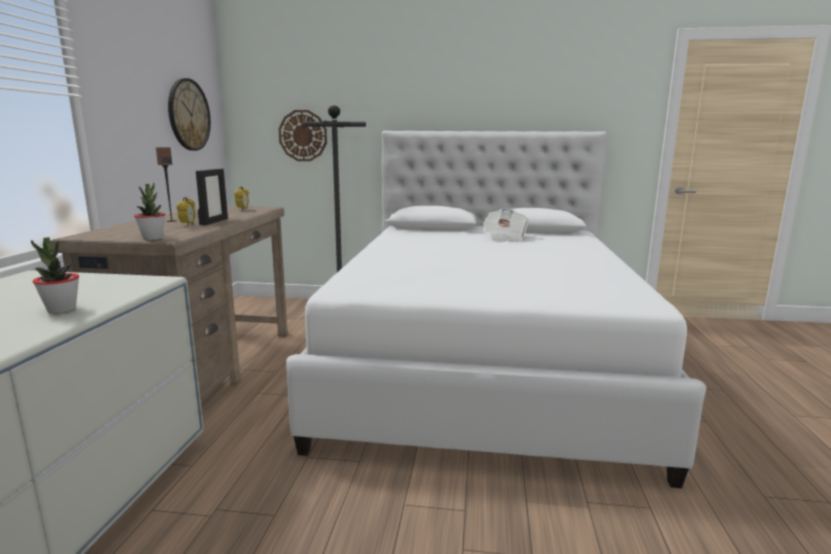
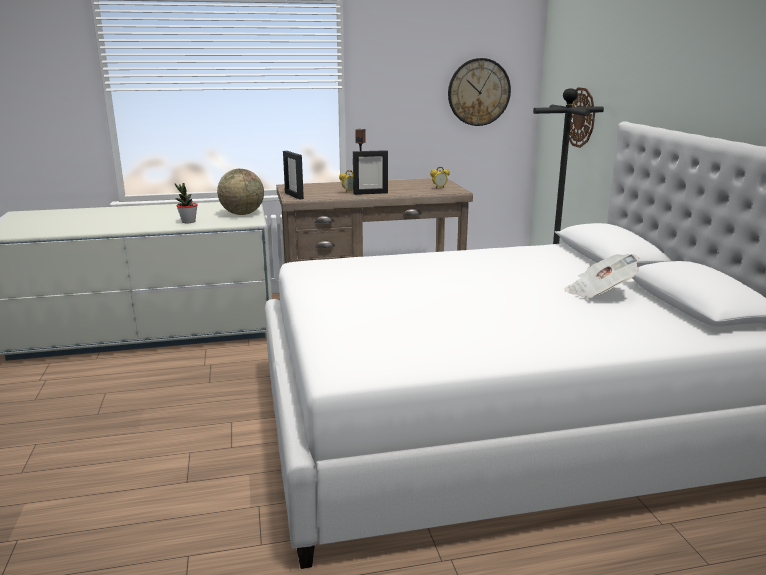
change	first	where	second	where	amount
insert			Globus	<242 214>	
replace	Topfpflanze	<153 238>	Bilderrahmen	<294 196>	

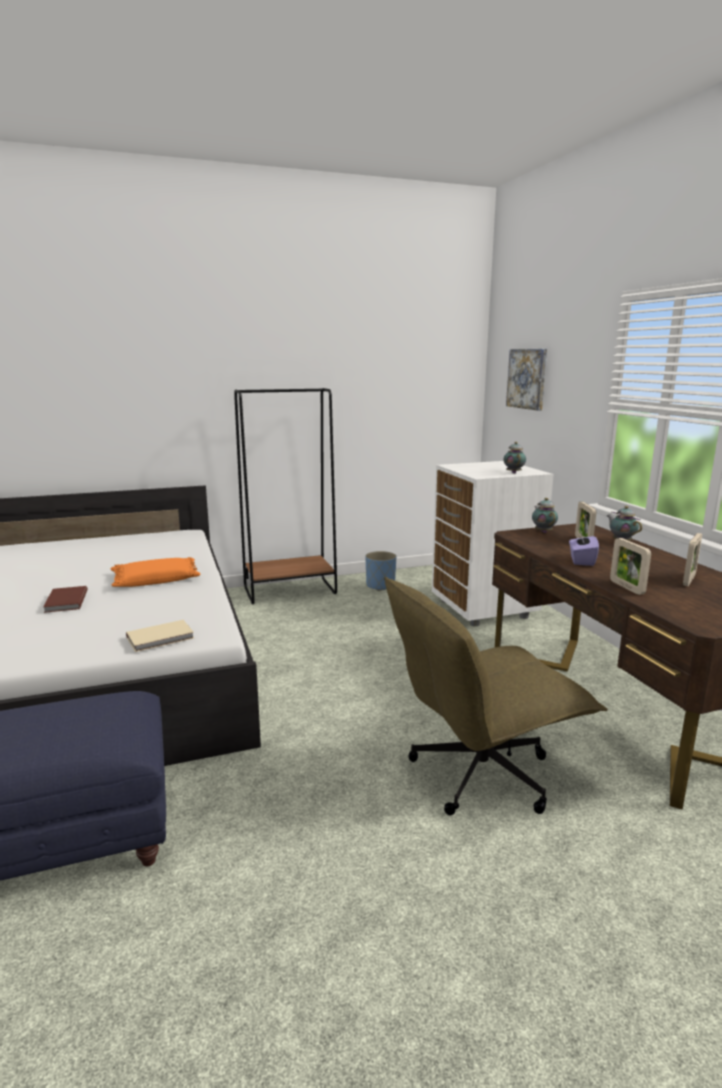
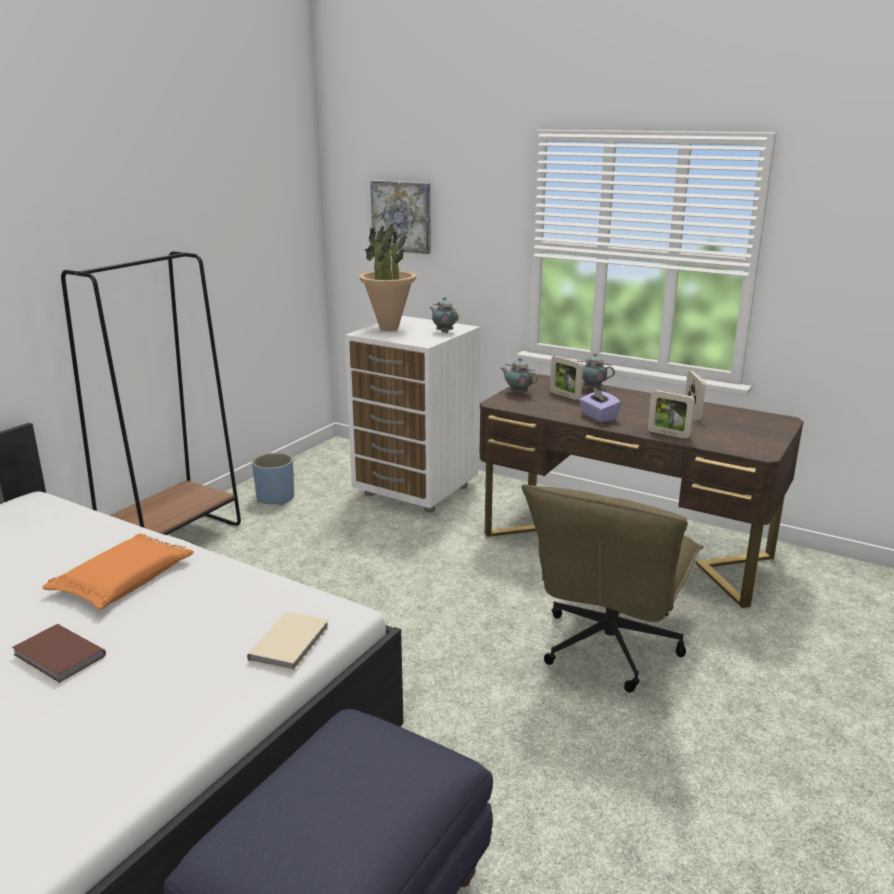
change	first	where	second	where	amount
insert			Topfpflanze	<388 328>	

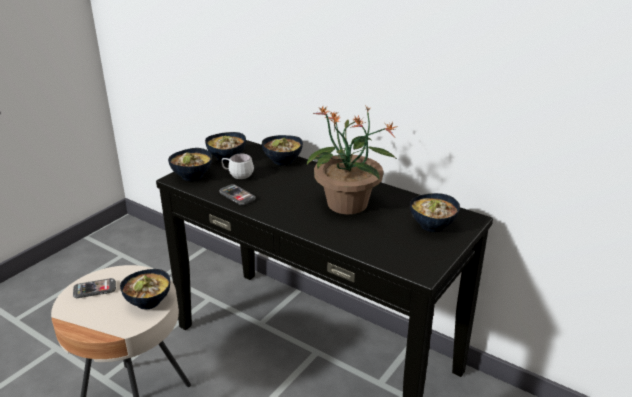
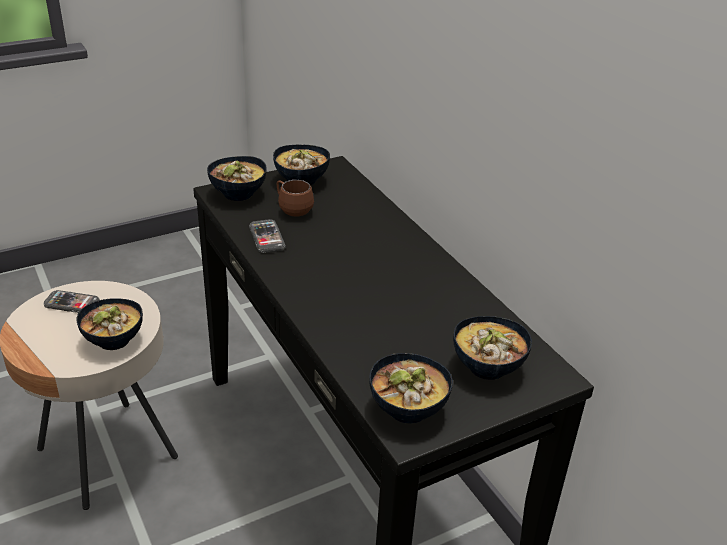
change	first	where	second	where	amount
recolor	Henkelbecher (weiß)	<237 176>	Henkelbecher (braun)	<292 209>	
move	Schüssel	<282 160>		<407 408>	
delete	Topfpflanze	<348 204>			

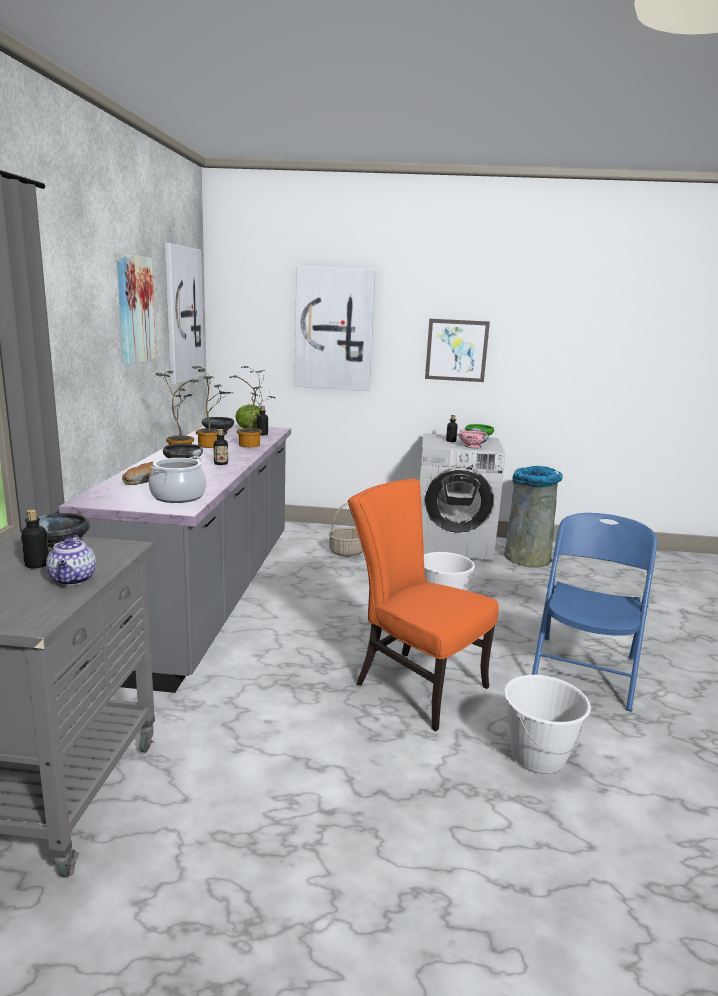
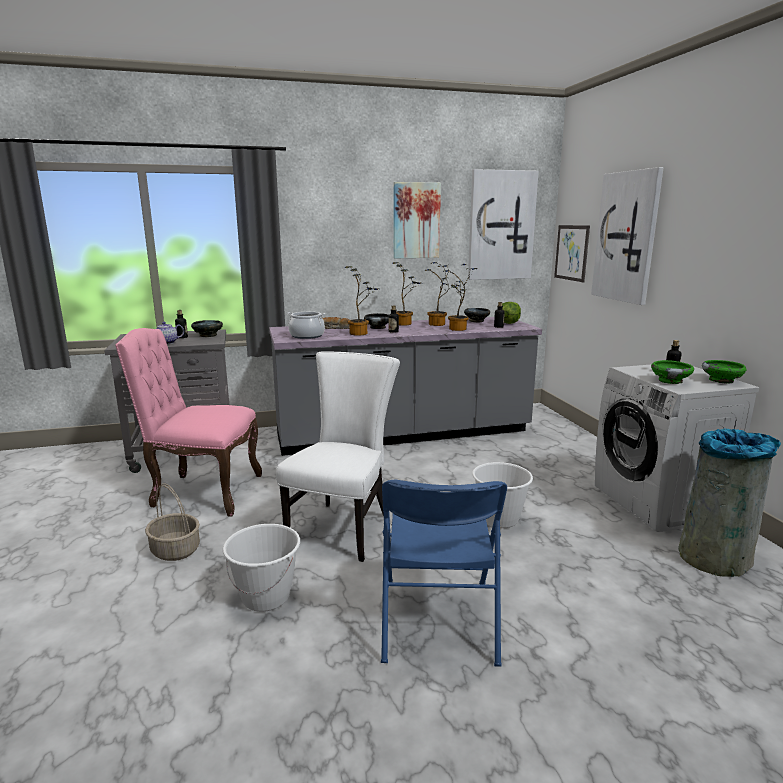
change	first	where	second	where	amount
insert			Stuhl (rosa)	<204 492>	
move	Korb	<347 551>		<176 550>	
recolor	Stuhl (orange)	<413 683>	Stuhl (weiß)	<343 526>	
insert			Topfpflanze	<361 333>	
rotate	Stuhl (blau)	<584 672>		<437 619>	90 degrees clockwise
move	Bild	<456 350>		<571 252>	
recolor	Schüssel (rosa)	<472 446>	Schüssel (grün)	<670 381>	

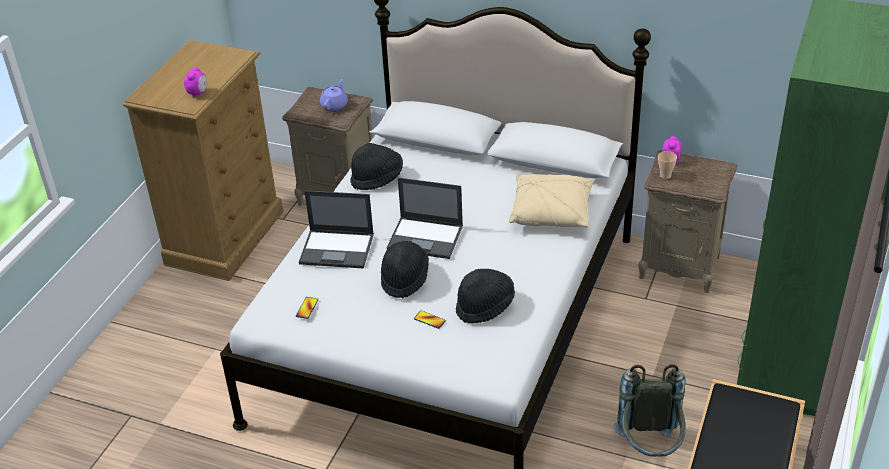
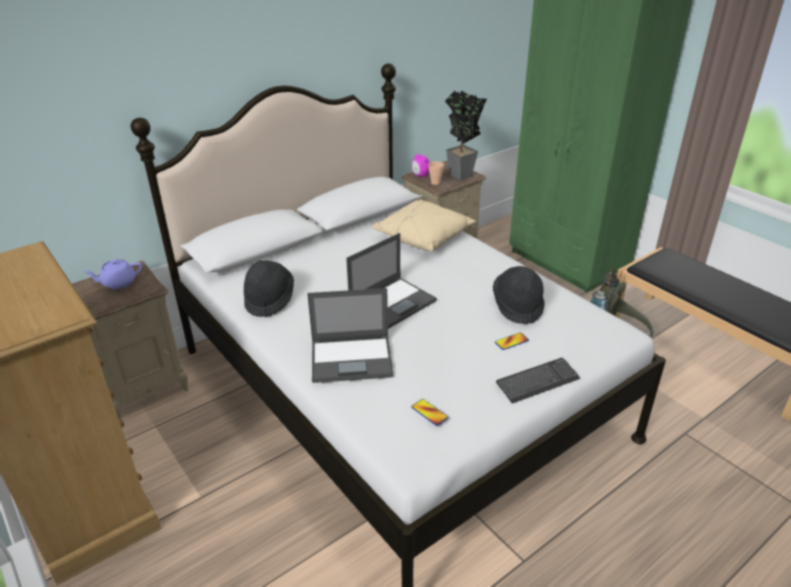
change	first	where	second	where	amount
rotate	Teekanne (lila)	<334 105>		<118 283>	75 degrees counterclockwise
rotate	Laptop	<338 249>		<352 359>	45 degrees clockwise
insert			Topfpflanze	<461 177>	
insert			Tastatur	<537 381>	
delete	Wecker	<198 93>			
delete	Hut (schwarz)	<404 278>			

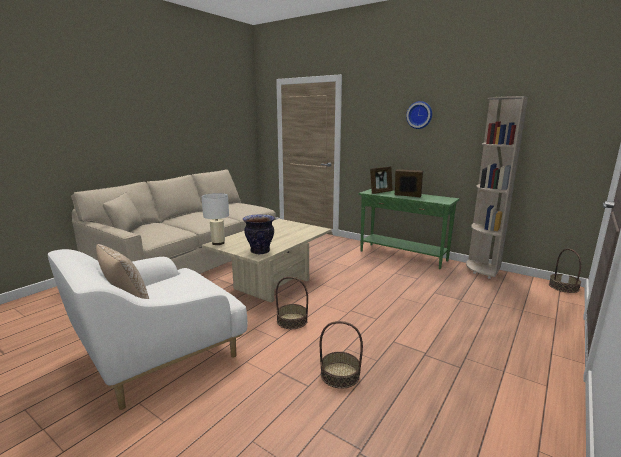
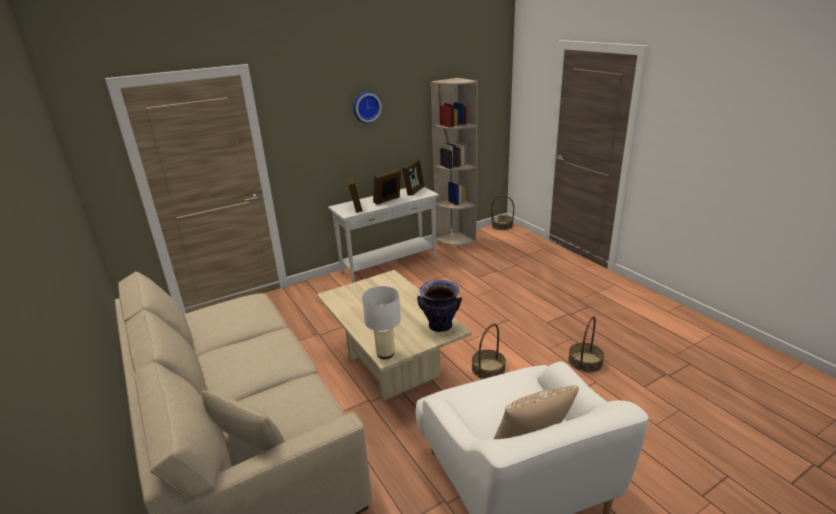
change	first	where	second	where	amount
recolor	Konsolentisch (grün)	<403 256>	Konsolentisch (weiß)	<389 265>	
insert			Bilderrahmen	<414 191>	

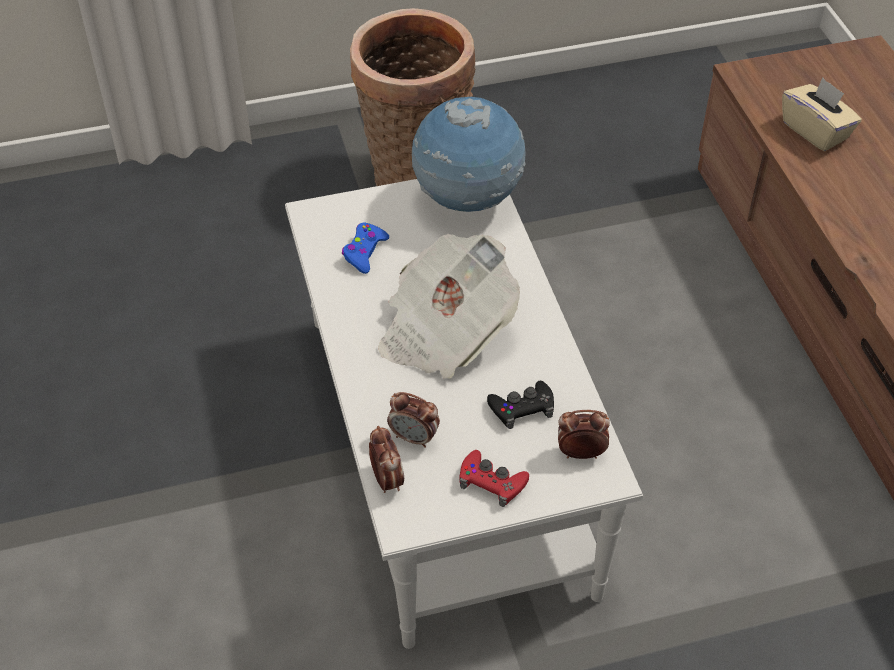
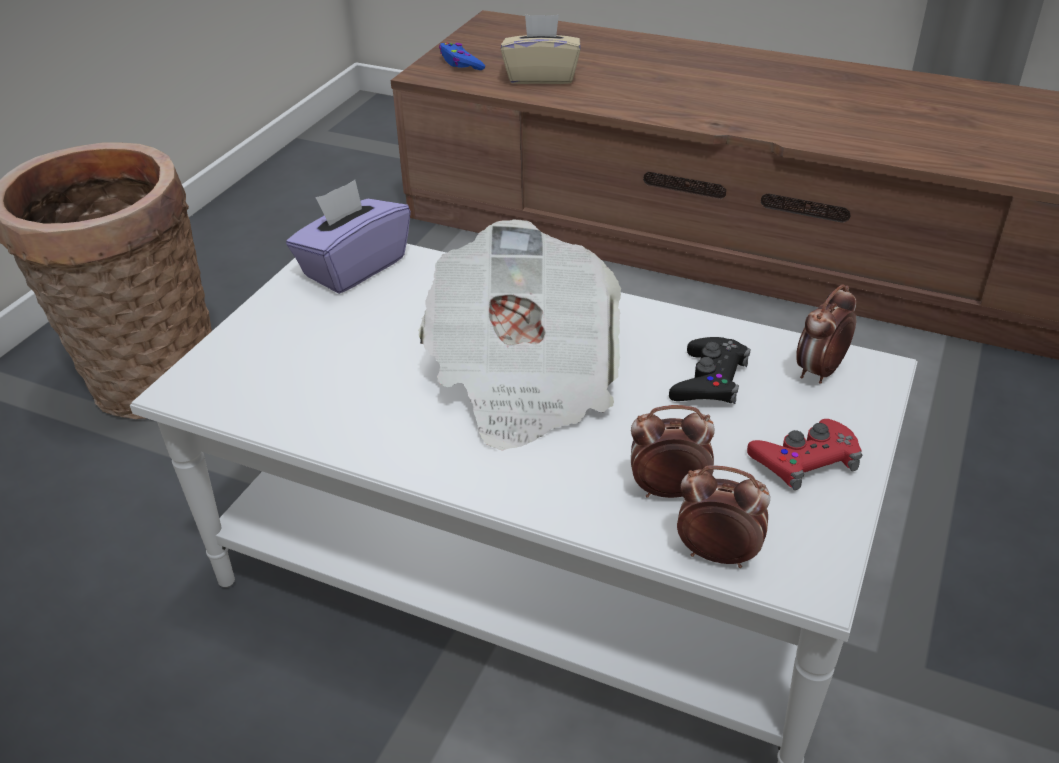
change	first	where	second	where	amount
replace	Globus	<467 201>	Taschentuchbox (lila)	<354 267>	
move	Gamepad (blau)	<364 252>		<461 63>	
rotate	Wecker	<414 437>		<668 491>	150 degrees counterclockwise

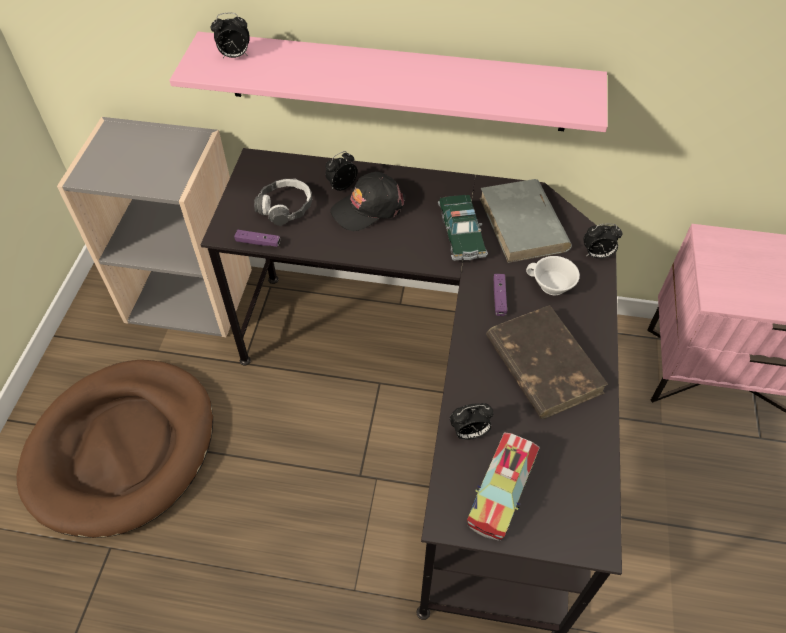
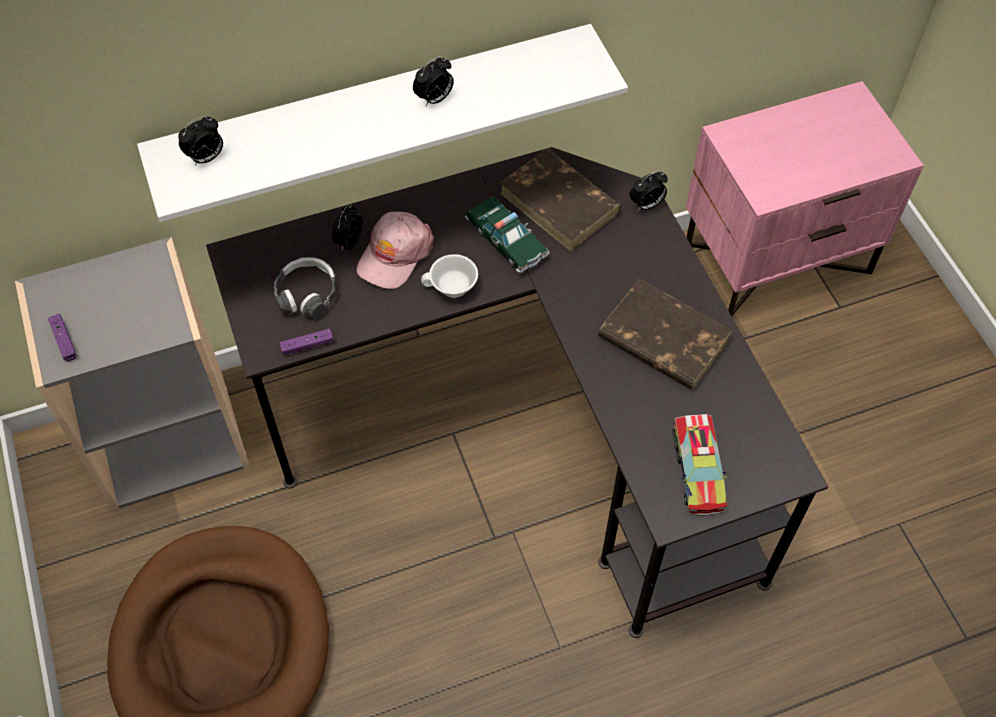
change	first	where	second	where	amount
move	Gamepad (lila)	<499 298>		<64 341>	
recolor	Wandregal (rosa)	<396 82>	Wandregal (weiß)	<375 110>	
recolor	Kappe (schwarz)	<368 208>	Kappe (rosa)	<394 255>	
move	Wecker	<469 433>		<434 99>	
move	Tasse (weiß)	<551 286>		<452 287>	
recolor	Buch (grau)	<523 224>	Buch (braun)	<560 203>	

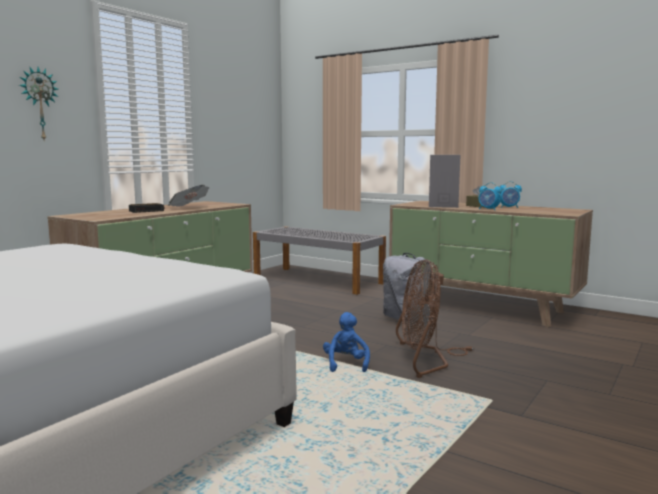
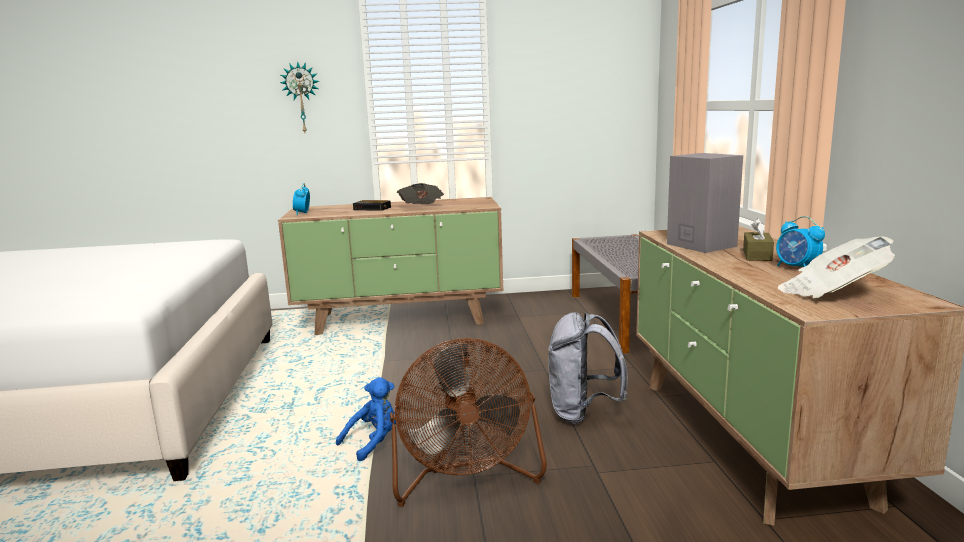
change	first	where	second	where	amount
move	Wecker	<488 209>		<302 213>	
rotate	Ventilator (braun)	<427 357>		<460 478>	150 degrees counterclockwise
insert			Zeitung	<831 292>	

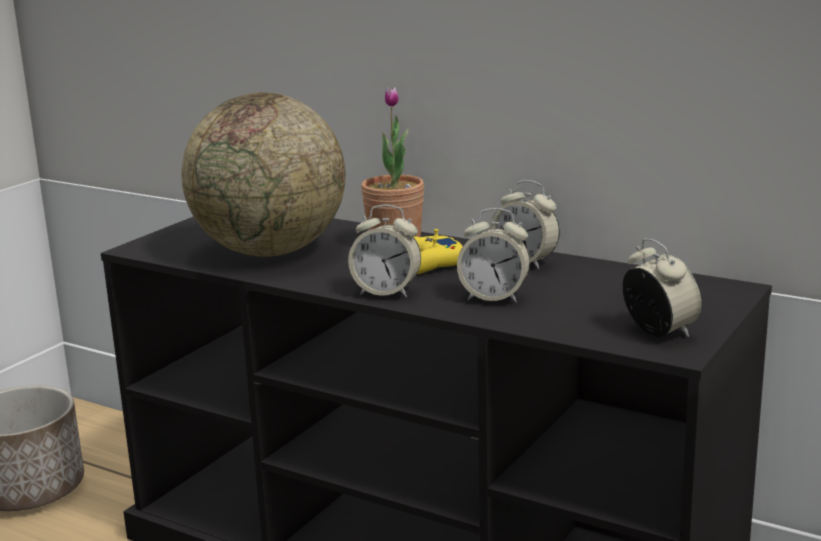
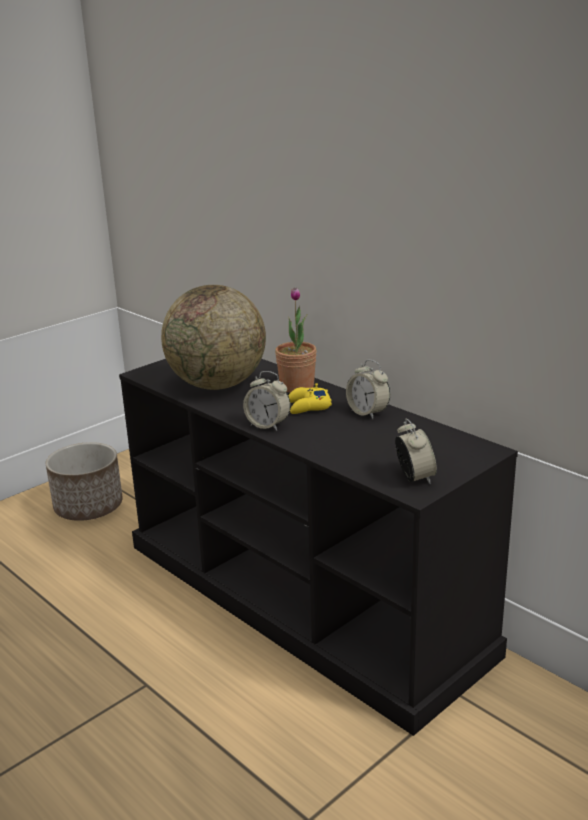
change	first	where	second	where	amount
delete	Wecker	<494 297>			

